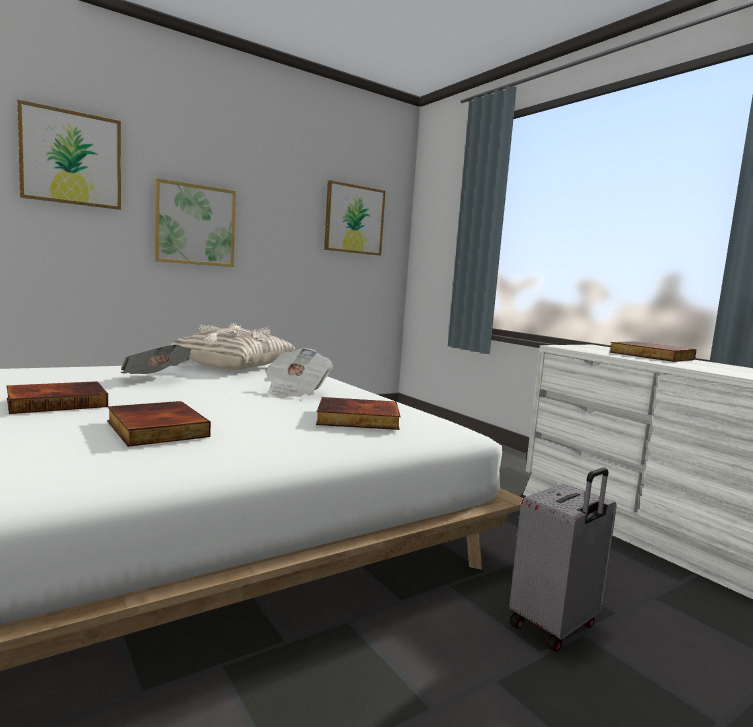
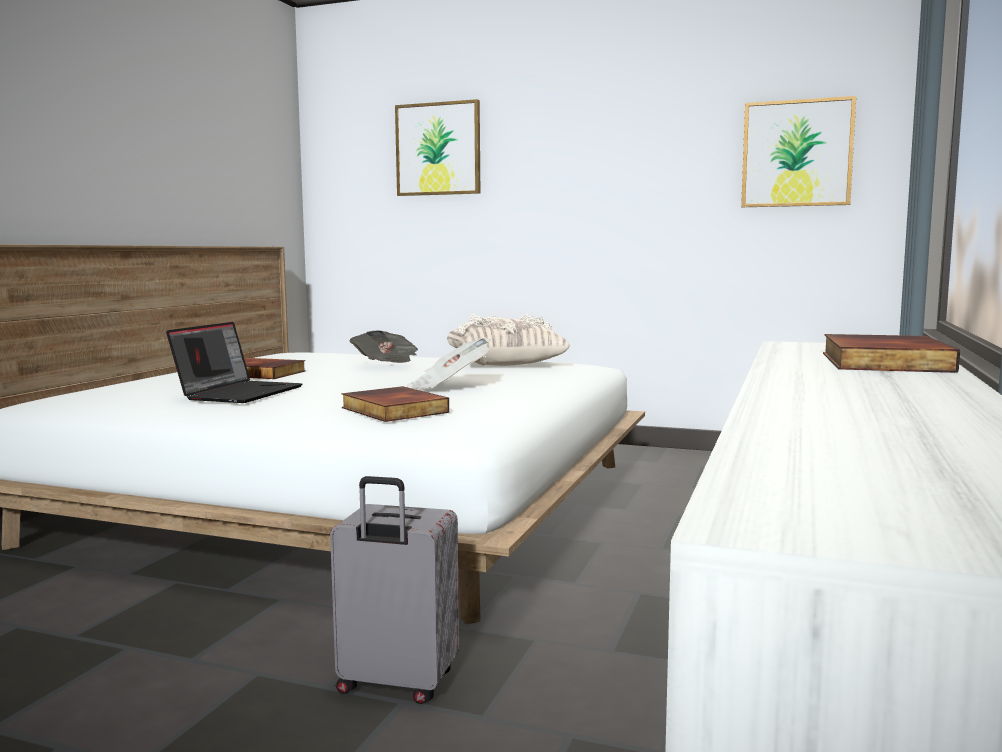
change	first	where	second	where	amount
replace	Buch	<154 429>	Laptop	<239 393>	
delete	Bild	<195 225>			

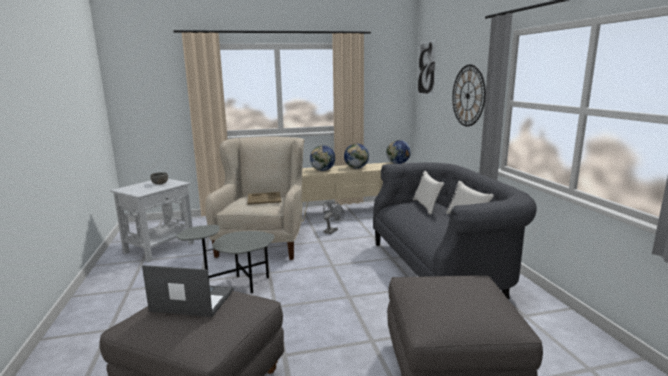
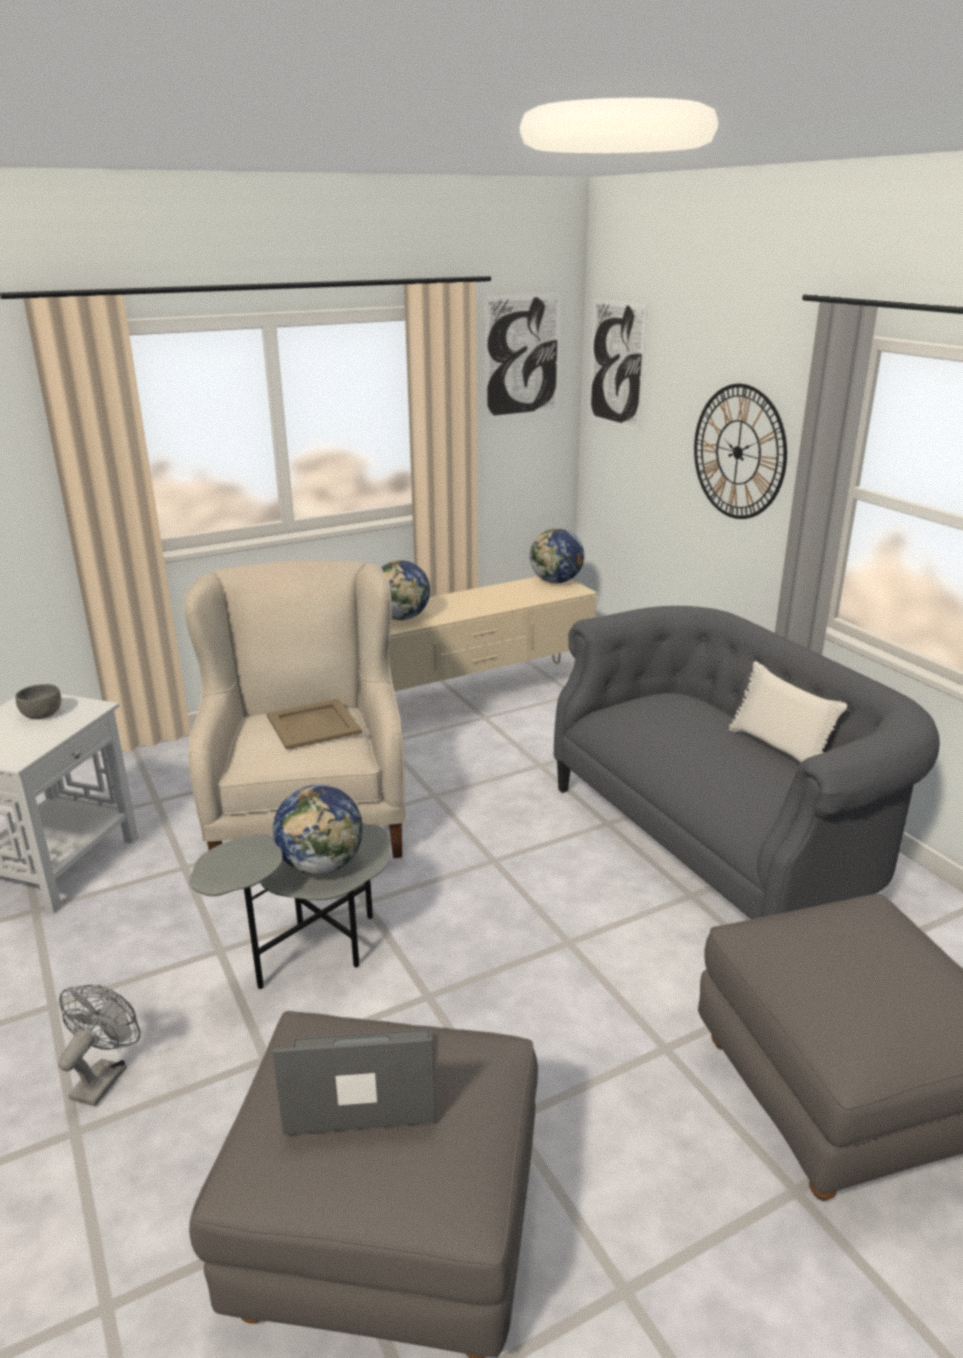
change	first	where	second	where	amount
move	Ventilator (grau)	<331 230>		<104 1076>	
move	Globus	<356 168>		<322 865>	
insert			Bild	<522 356>	
delete	Kissen (weiß)	<426 206>			

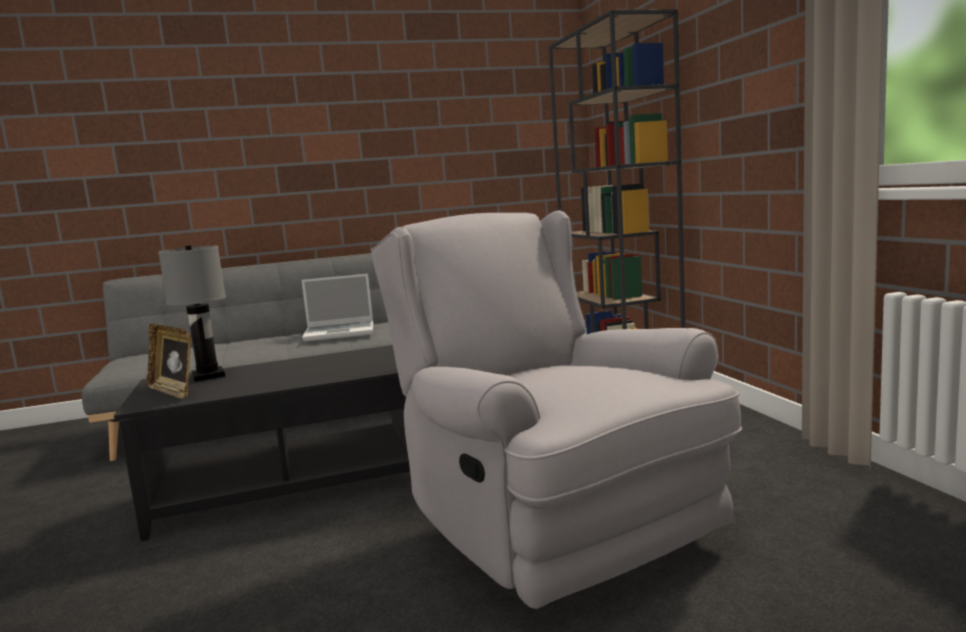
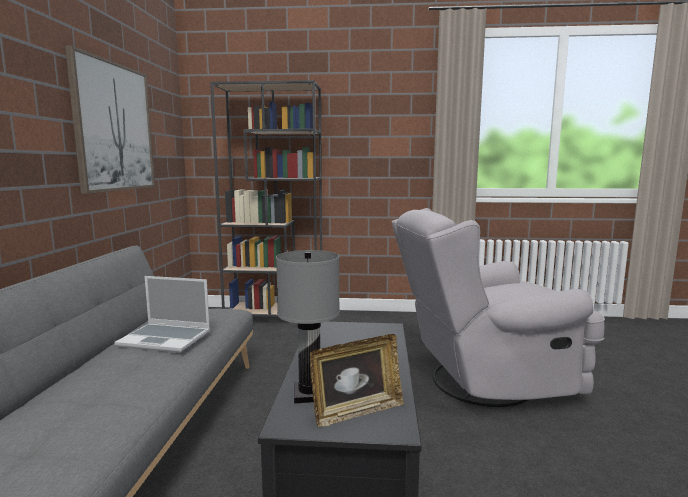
change	first	where	second	where	amount
insert			Bild	<114 127>	
rotate	Laptop	<340 332>		<166 339>	90 degrees clockwise

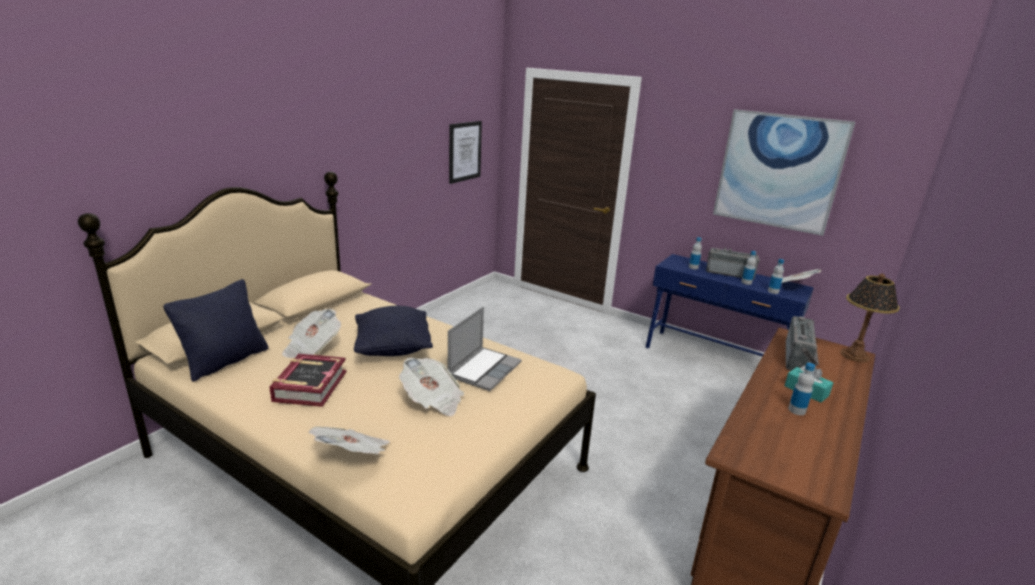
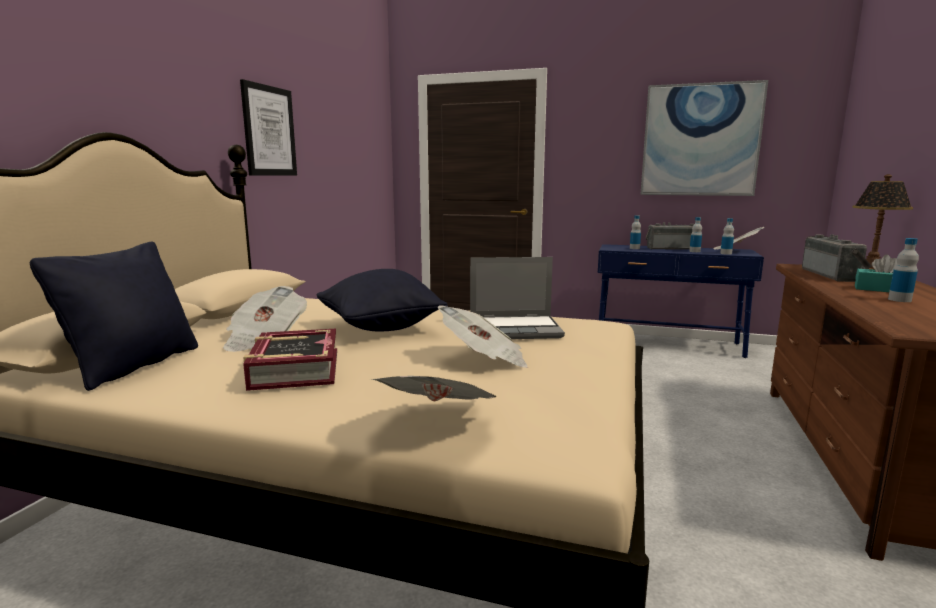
change	first	where	second	where	amount
move	Bild	<464 151>		<269 131>	
rotate	Laptop	<484 369>		<515 329>	75 degrees clockwise

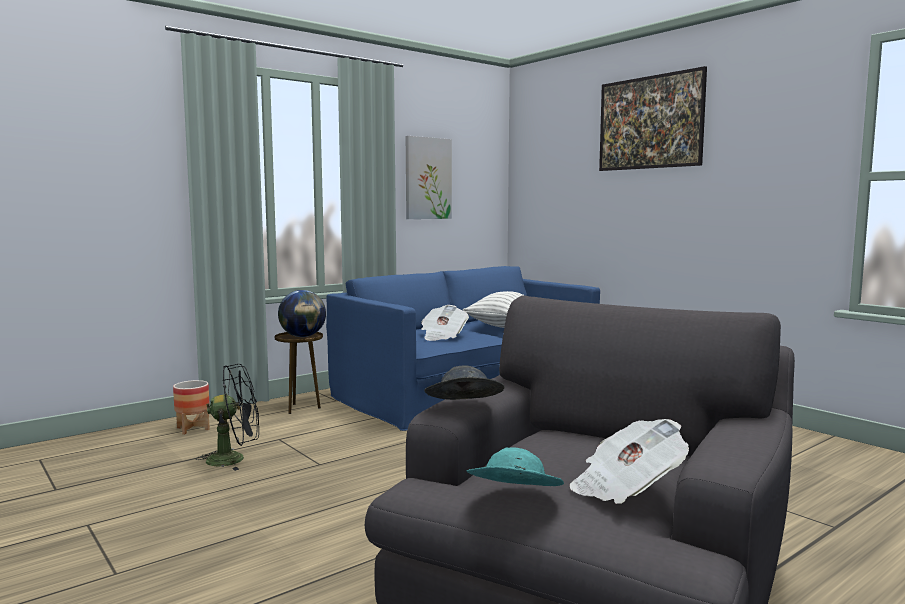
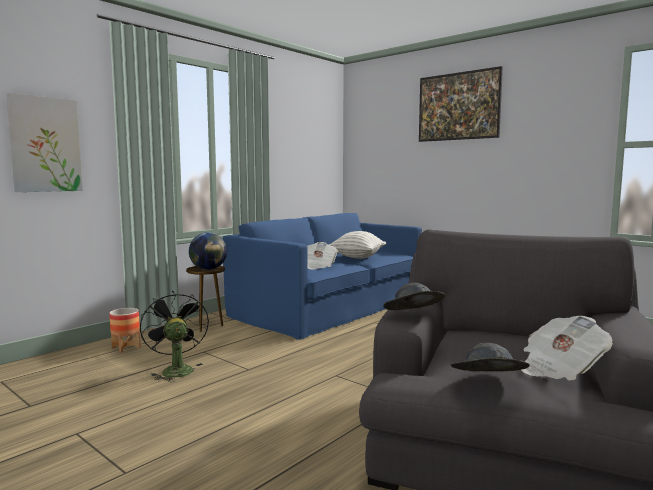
change	first	where	second	where	amount
move	Bild	<427 178>		<45 145>	
rotate	Ventilator (schwarz)	<234 459>		<175 370>	90 degrees counterclockwise
recolor	Hut (türkis)	<513 499>	Hut (grau)	<487 383>	

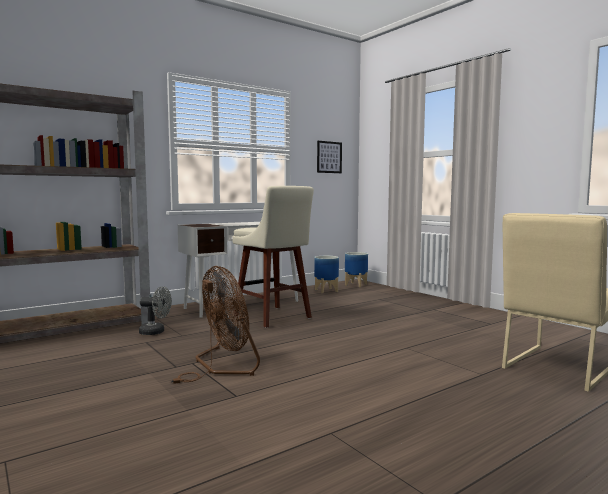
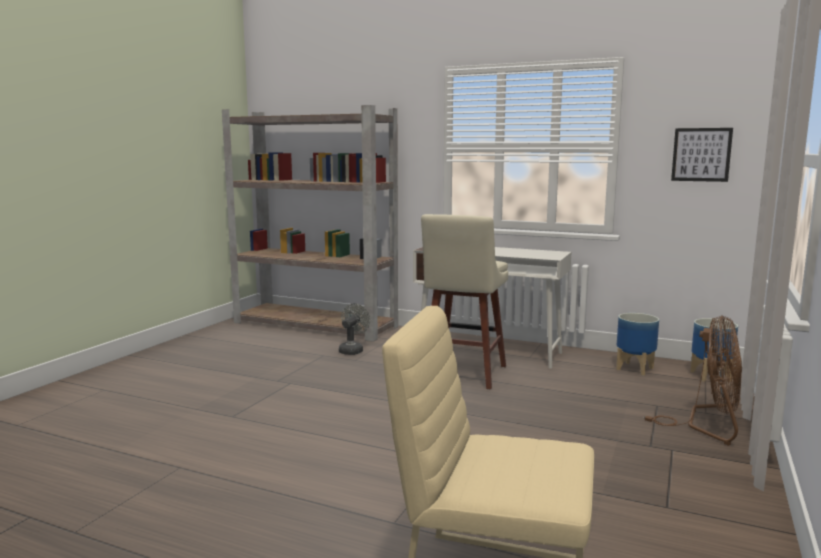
change	first	where	second	where	amount
rotate	Ventilator (grau)	<156 332>		<352 350>	135 degrees counterclockwise
move	Ventilator (braun)	<217 365>		<706 422>	

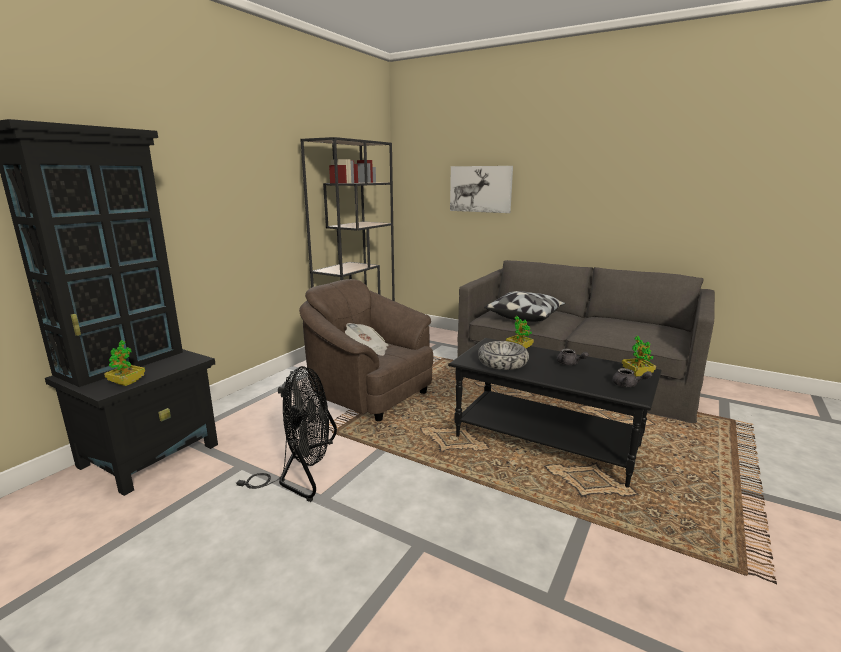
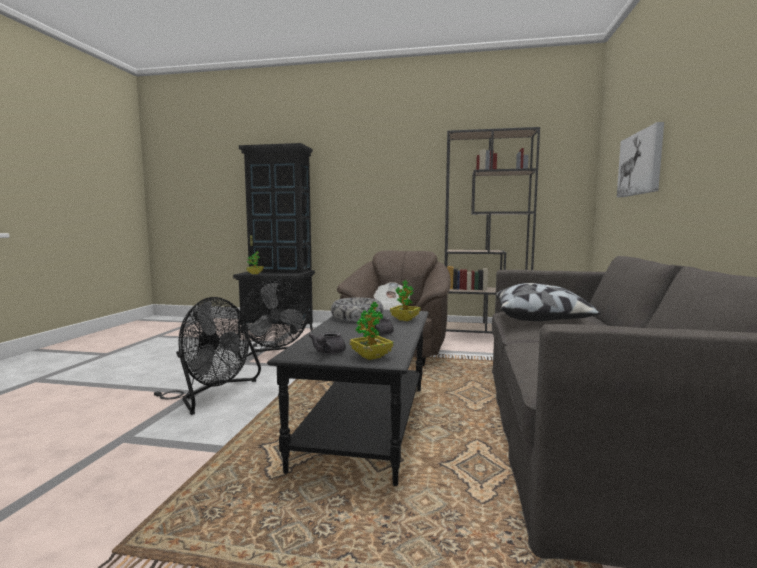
change	first	where	second	where	amount
insert			Ventilator (schwarz)	<209 394>	

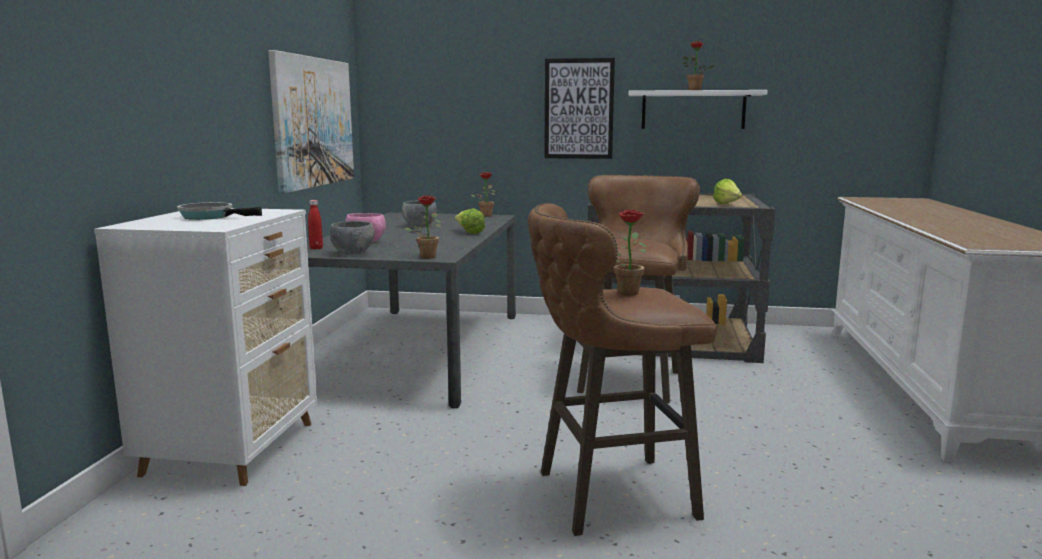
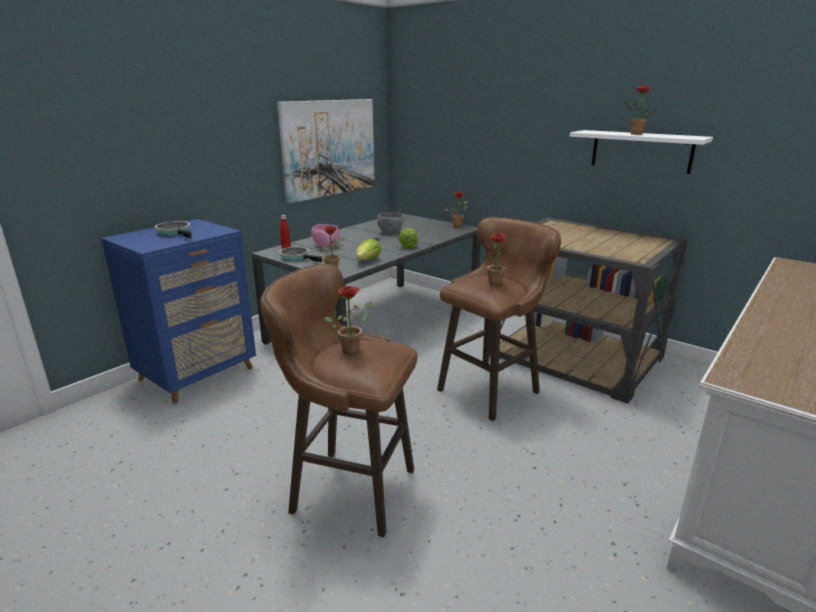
change	first	where	second	where	amount
recolor	Kommode (weiß)	<232 447>	Kommode (blau)	<198 373>	
replace	Schüssel (grau)	<352 253>	Pfanne	<297 257>	
move	Salatkopf	<728 205>		<367 261>	
insert			Topfpflanze	<493 284>	
delete	Bild	<579 109>			

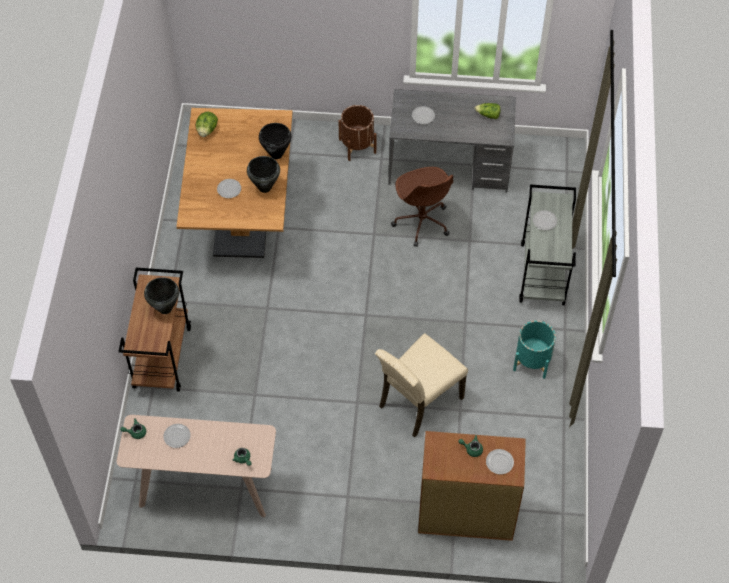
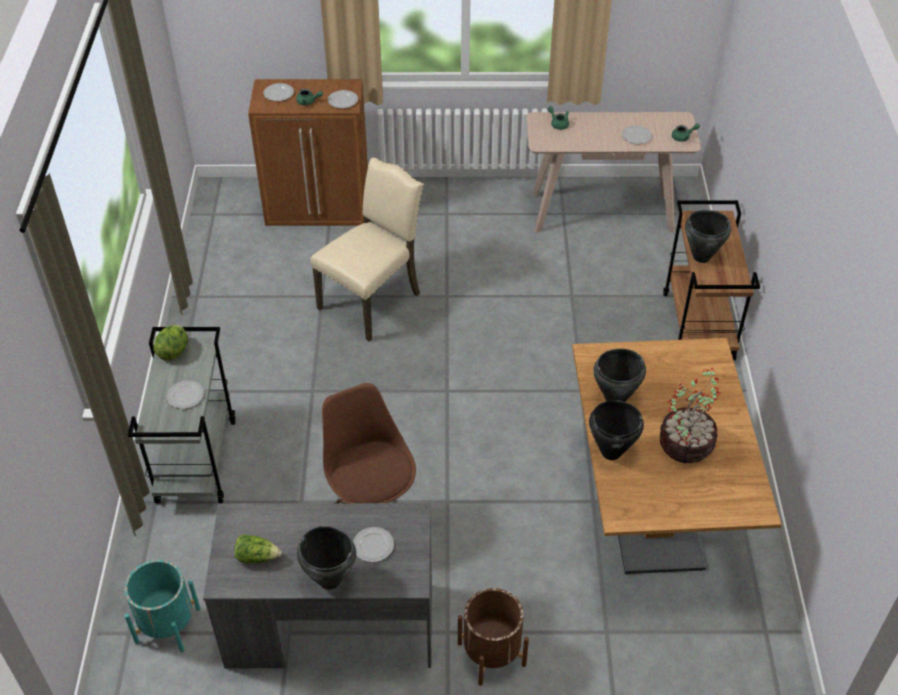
change	first	where	second	where	amount
move	Pflanzkübel (türkis)	<532 361>		<168 625>	
move	Salatkopf	<207 130>		<174 351>	
insert			Kochtopf (schwarz)	<330 579>	
move	Teller	<229 189>		<343 101>	
insert			Topfpflanze	<686 444>	

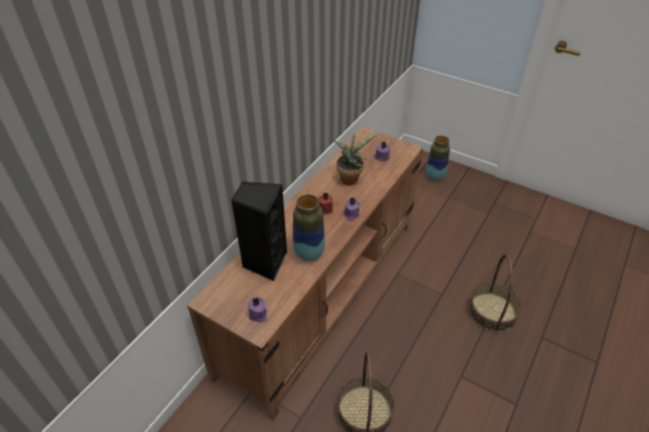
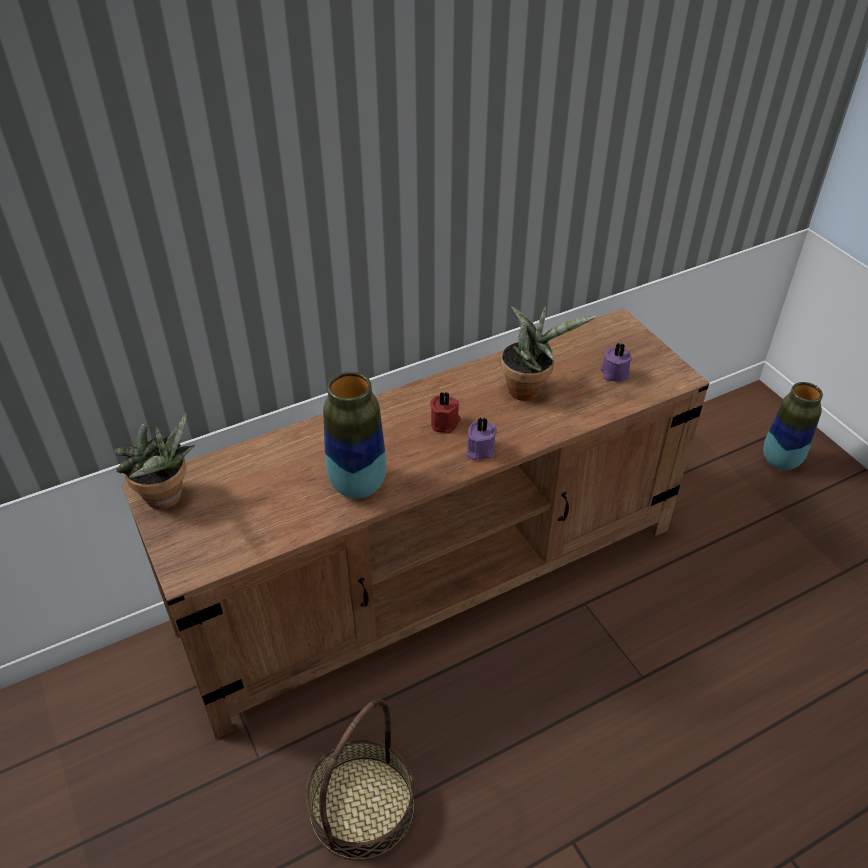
change	first	where	second	where	amount
insert			Topfpflanze	<167 500>	
delete	Lautsprecher (schwarz)	<264 262>			
delete	Kerze (lila)	<258 315>			
delete	Korb	<492 312>			

